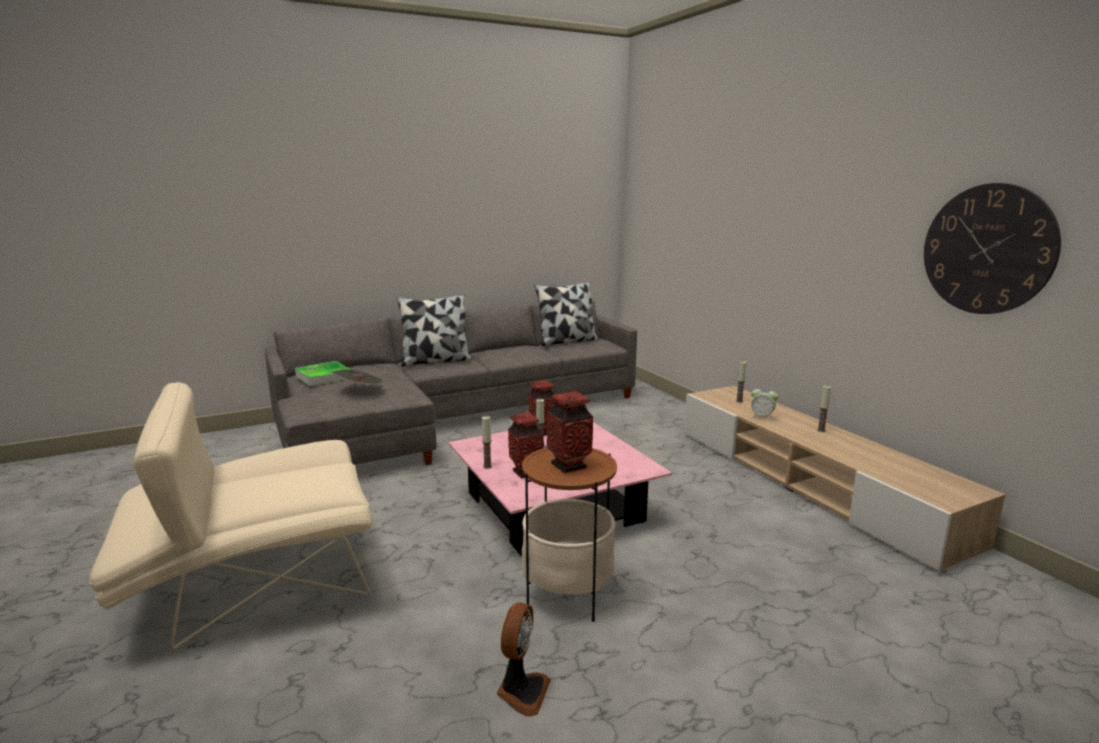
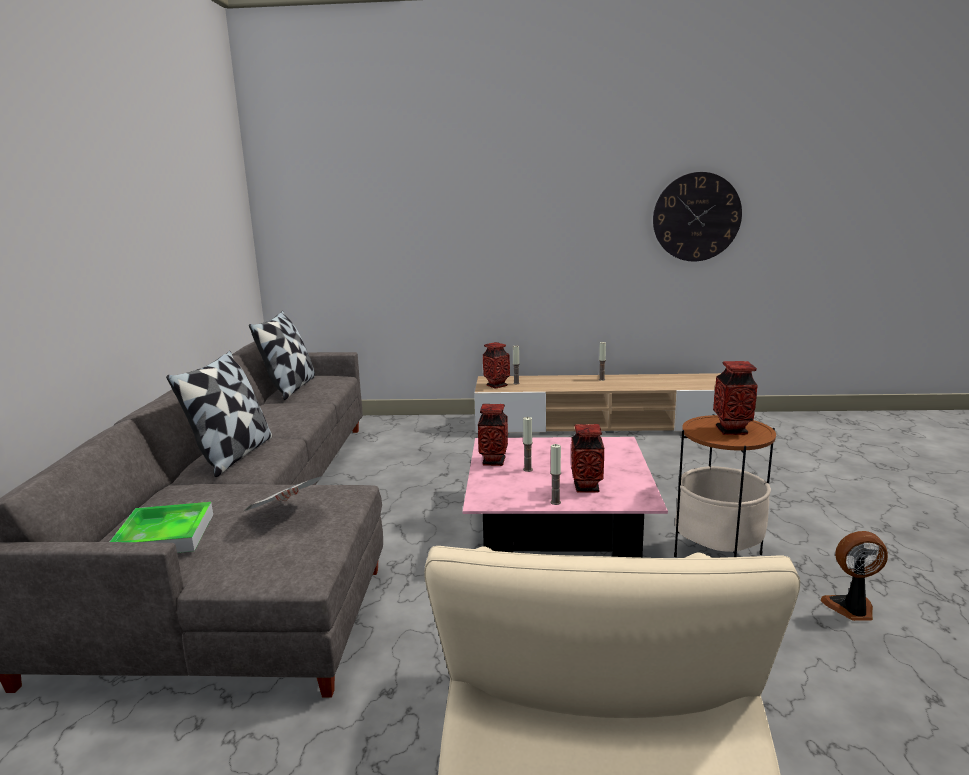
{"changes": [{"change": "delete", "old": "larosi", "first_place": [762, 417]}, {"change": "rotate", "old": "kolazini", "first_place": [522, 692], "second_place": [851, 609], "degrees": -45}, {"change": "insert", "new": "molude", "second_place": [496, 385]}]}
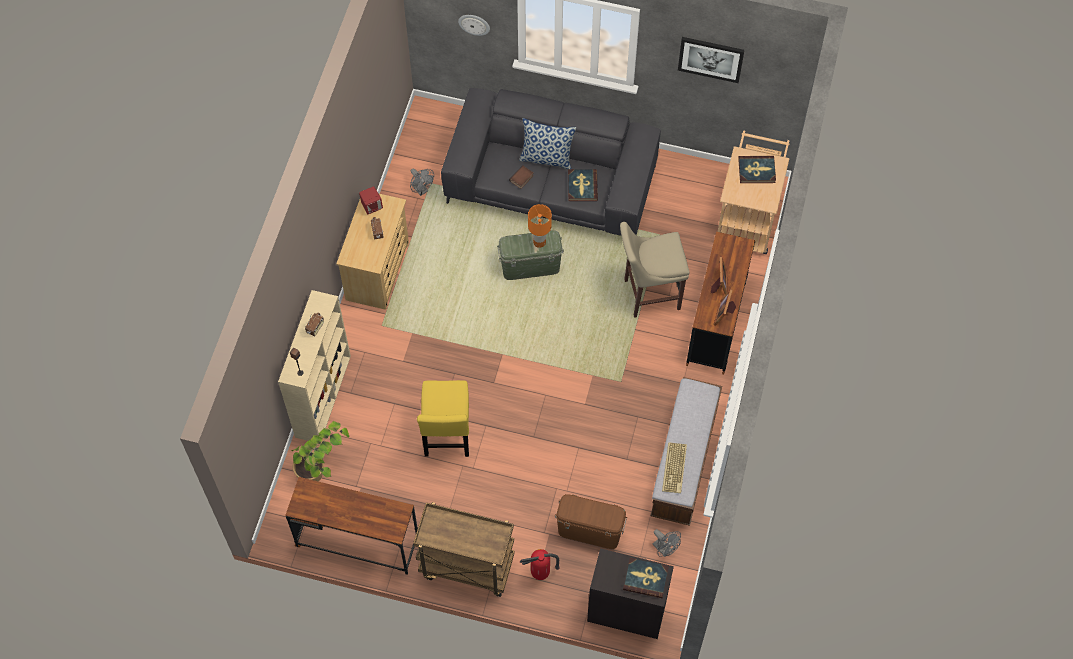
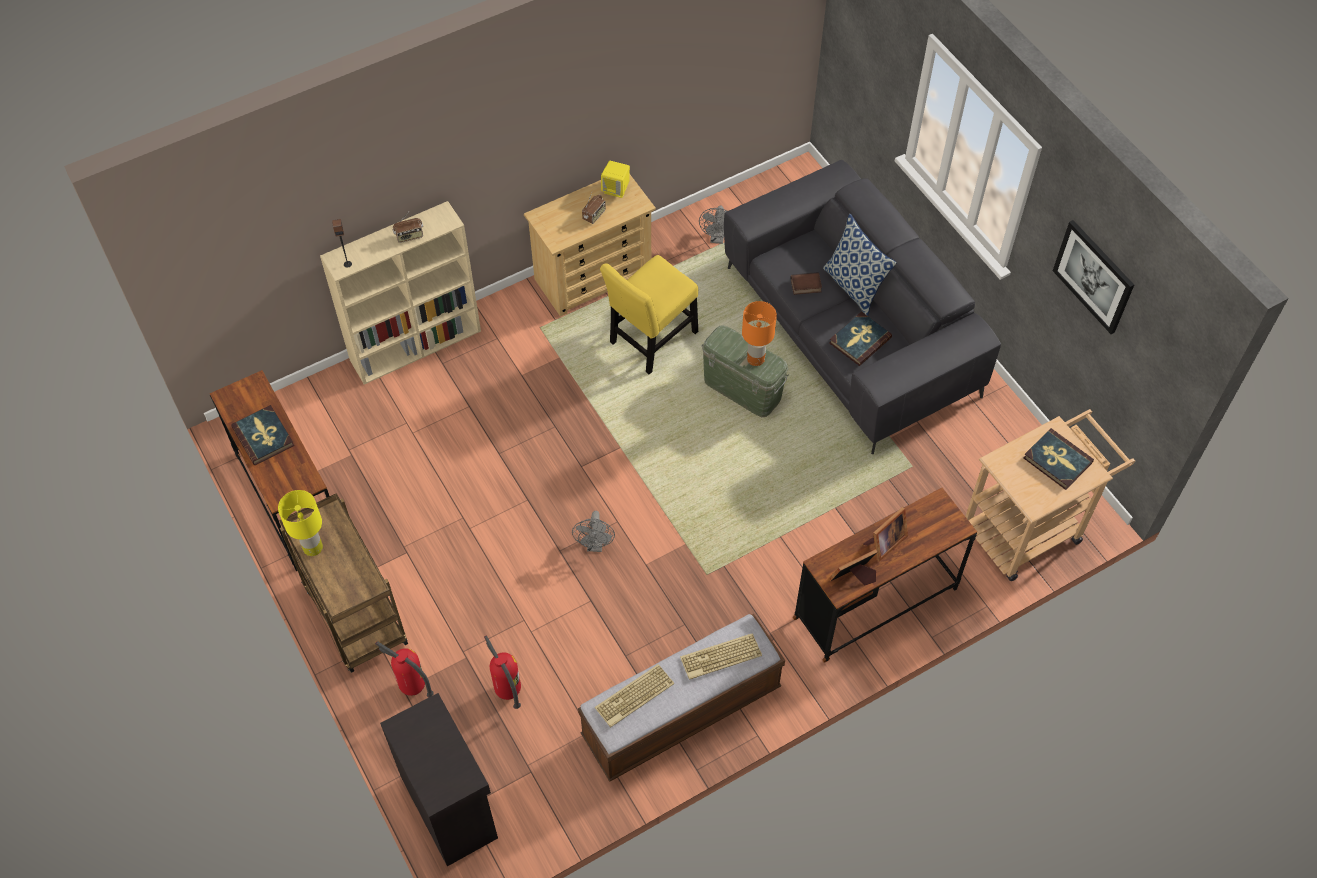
{"changes": [{"change": "delete", "old": "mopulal", "first_place": [474, 24]}, {"change": "recolor", "old": "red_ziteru", "new": "yellow_ziteru", "first_place": [372, 206], "second_place": [616, 189]}, {"change": "delete", "old": "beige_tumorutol", "first_place": [648, 294]}, {"change": "move", "old": "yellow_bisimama", "first_place": [447, 434], "second_place": [651, 341]}, {"change": "delete", "old": "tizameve", "first_place": [322, 468]}, {"change": "replace", "old": "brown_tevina", "new": "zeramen", "first_place": [589, 531], "second_place": [507, 691]}, {"change": "move", "old": "grey_kolazini", "first_place": [665, 549], "second_place": [595, 545]}, {"change": "move", "old": "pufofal", "first_place": [645, 578], "second_place": [263, 436]}, {"change": "insert", "new": "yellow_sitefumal", "second_place": [312, 547]}, {"change": "insert", "new": "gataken", "second_place": [720, 658]}]}
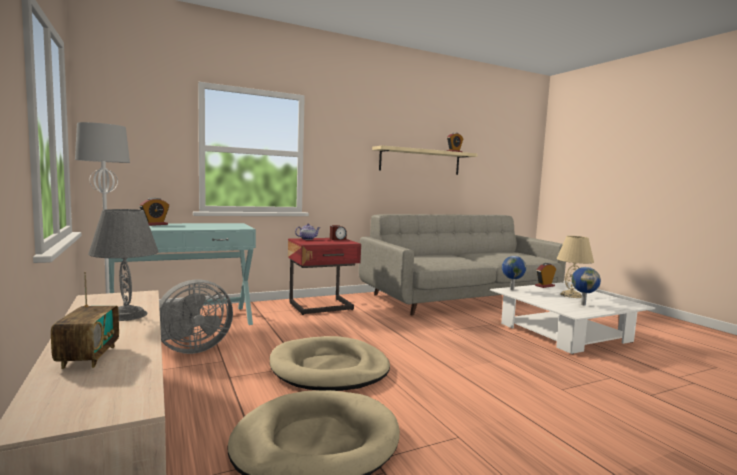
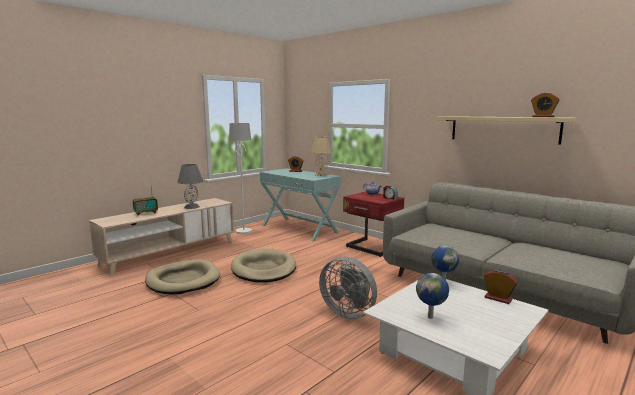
{"changes": [{"change": "move", "old": "beige_sitefumal", "first_place": [571, 295], "second_place": [321, 174]}, {"change": "move", "old": "grey_kolazini", "first_place": [190, 349], "second_place": [349, 312]}]}
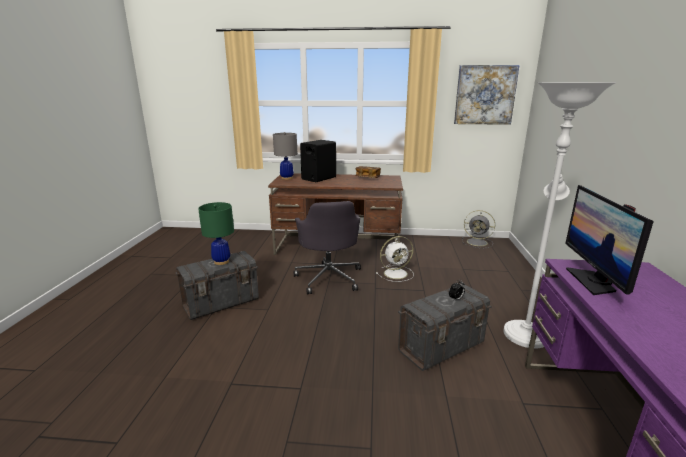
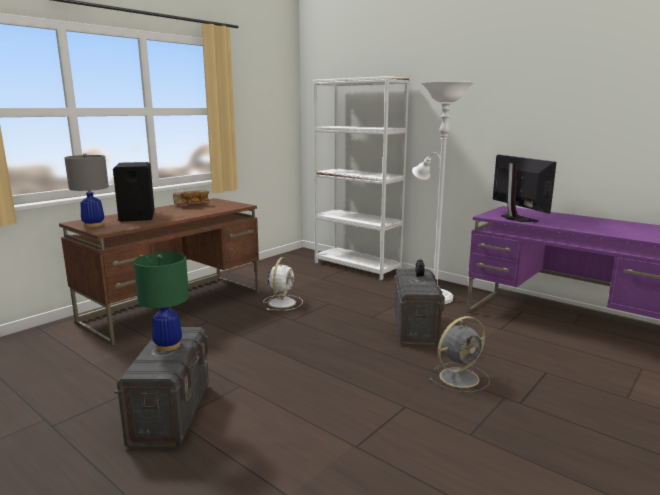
{"changes": [{"change": "delete", "old": "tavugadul", "first_place": [485, 95]}, {"change": "rotate", "old": "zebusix", "first_place": [593, 281], "second_place": [516, 218], "degrees": -150}, {"change": "delete", "old": "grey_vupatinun", "first_place": [329, 277]}, {"change": "move", "old": "grey_kolazini", "first_place": [478, 242], "second_place": [460, 377]}, {"change": "insert", "new": "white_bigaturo", "second_place": [357, 267]}]}
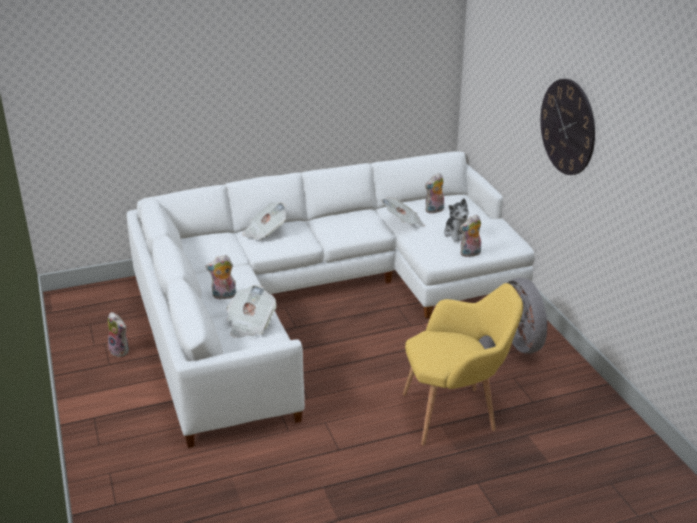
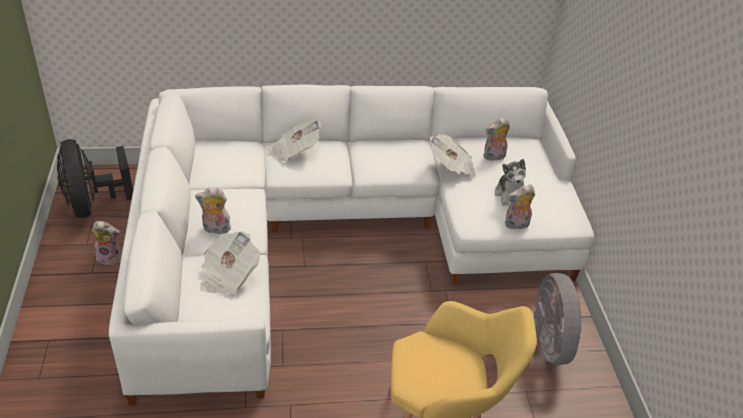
{"changes": [{"change": "delete", "old": "mopulal", "first_place": [567, 127]}, {"change": "rotate", "old": "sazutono", "first_place": [121, 350], "second_place": [110, 257], "degrees": -45}, {"change": "insert", "new": "black_kolazini", "second_place": [93, 204]}]}
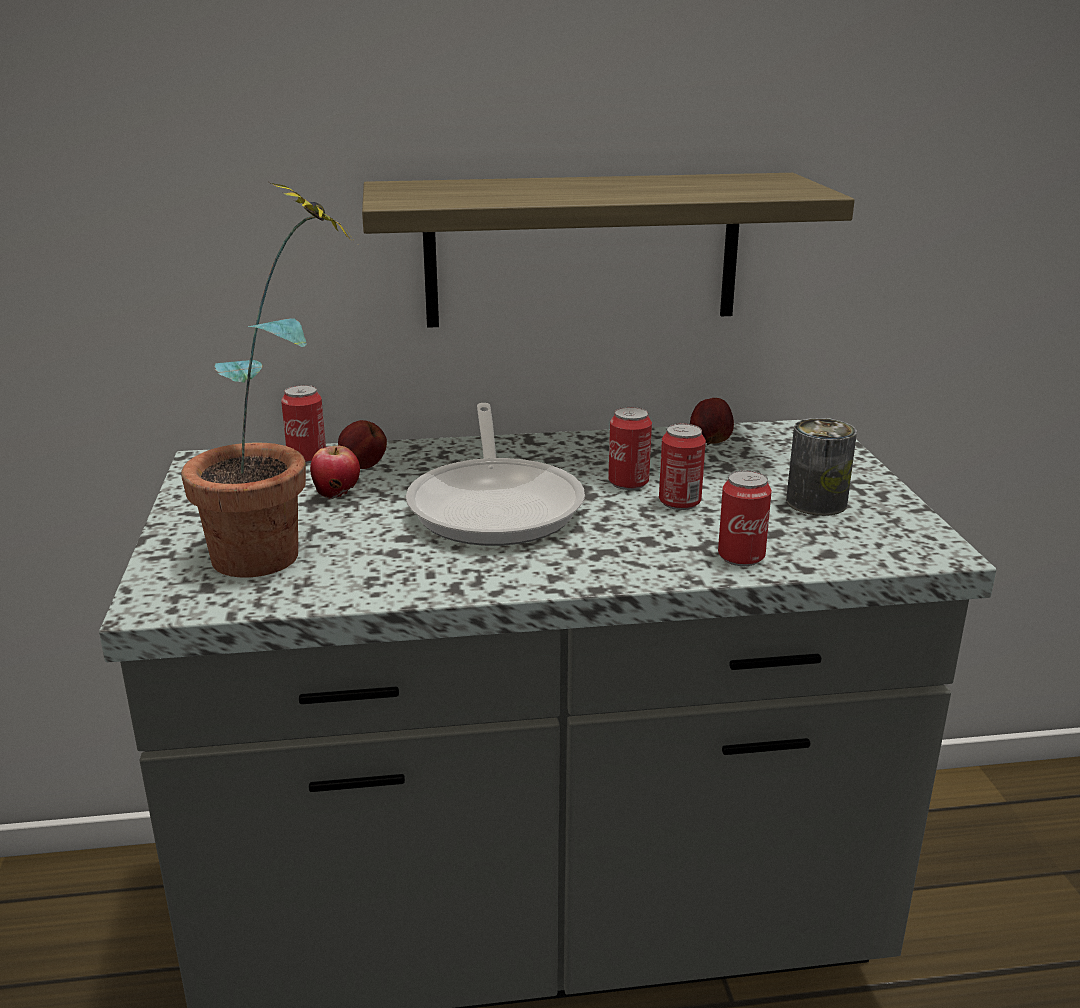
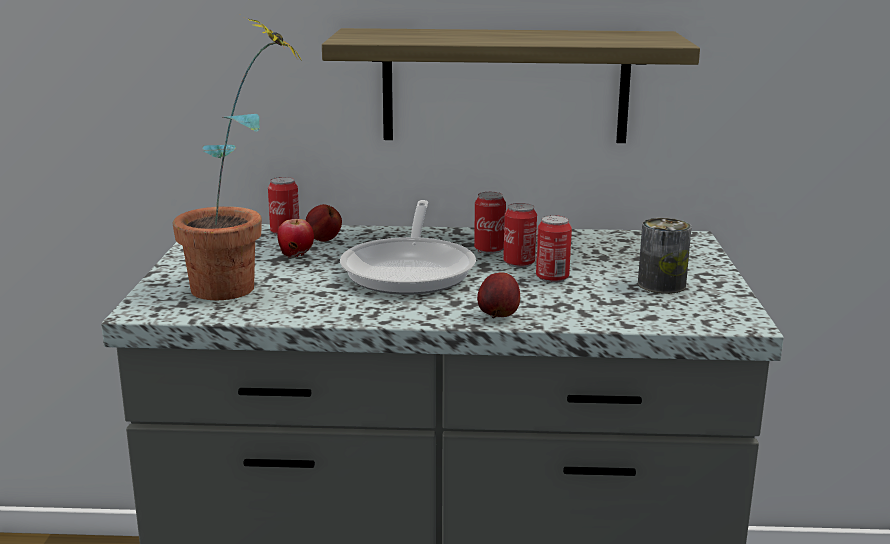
{"changes": [{"change": "move", "old": "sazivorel", "first_place": [710, 443], "second_place": [498, 316]}, {"change": "move", "old": "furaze", "first_place": [741, 557], "second_place": [489, 249]}]}
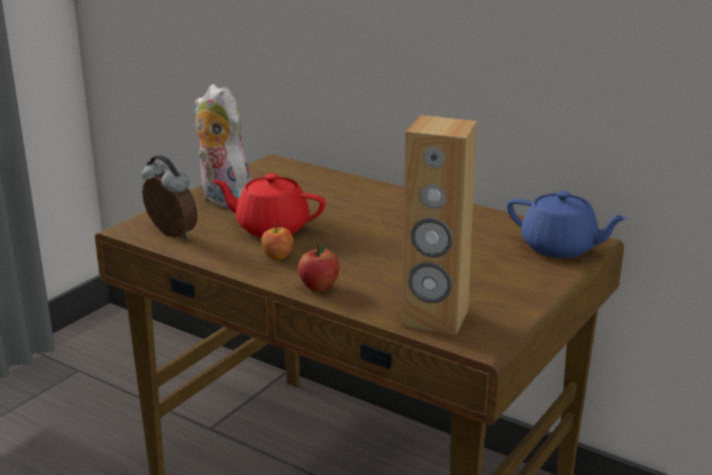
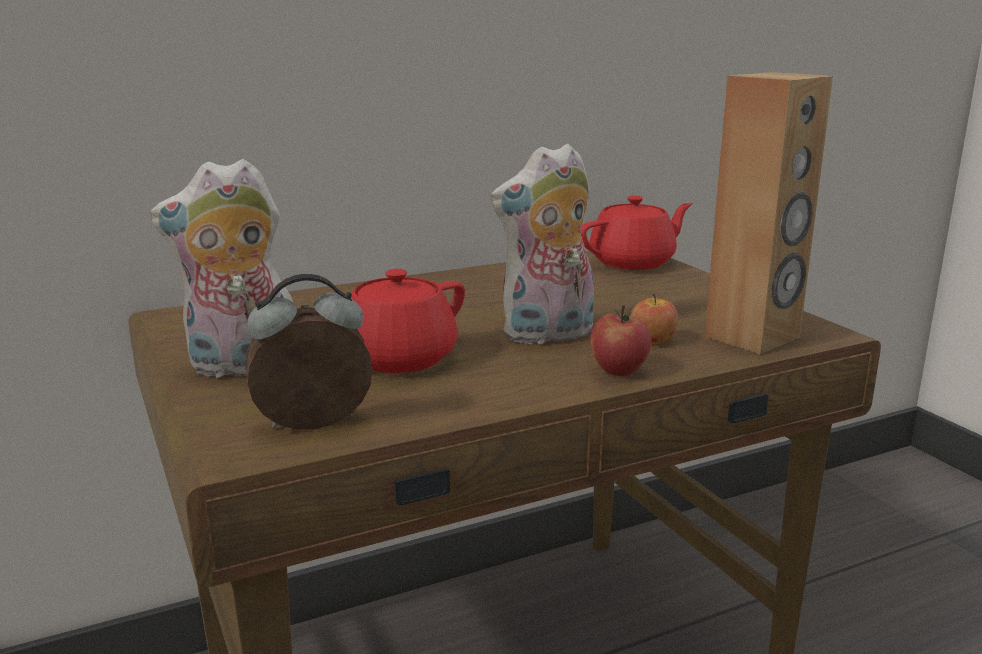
{"changes": [{"change": "recolor", "old": "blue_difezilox", "new": "red_difezilox", "first_place": [560, 248], "second_place": [634, 262]}, {"change": "move", "old": "sazivorel", "first_place": [278, 256], "second_place": [652, 340]}, {"change": "insert", "new": "sazutono", "second_place": [547, 335]}]}
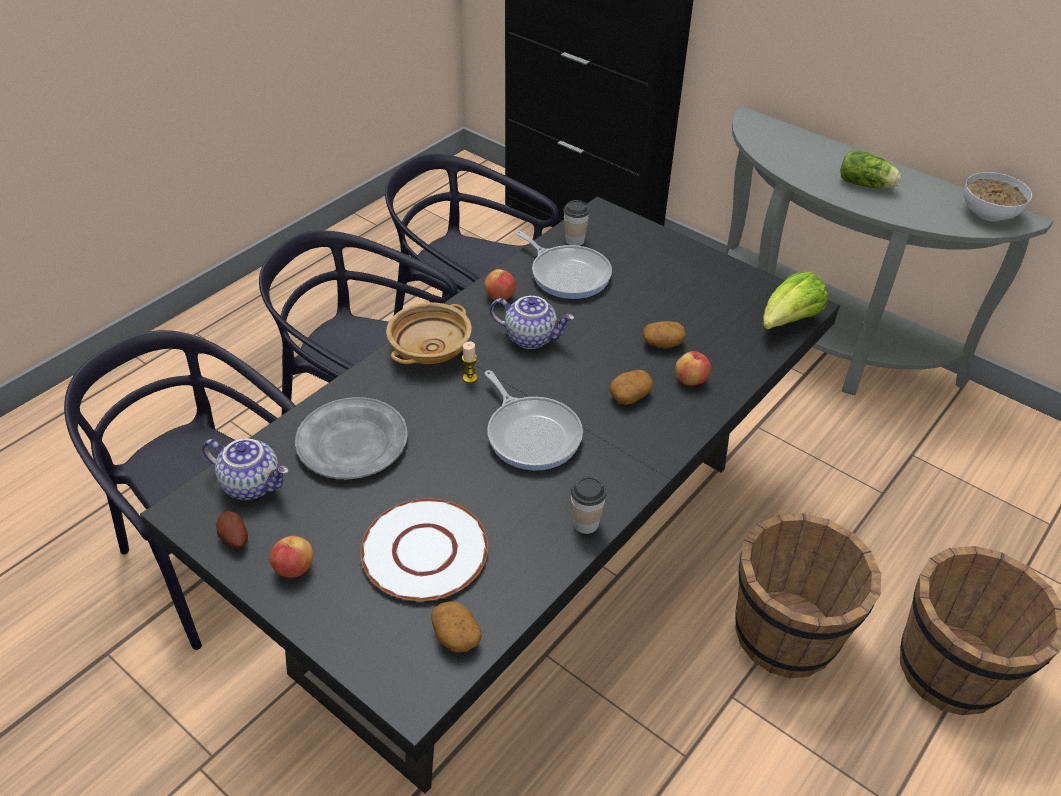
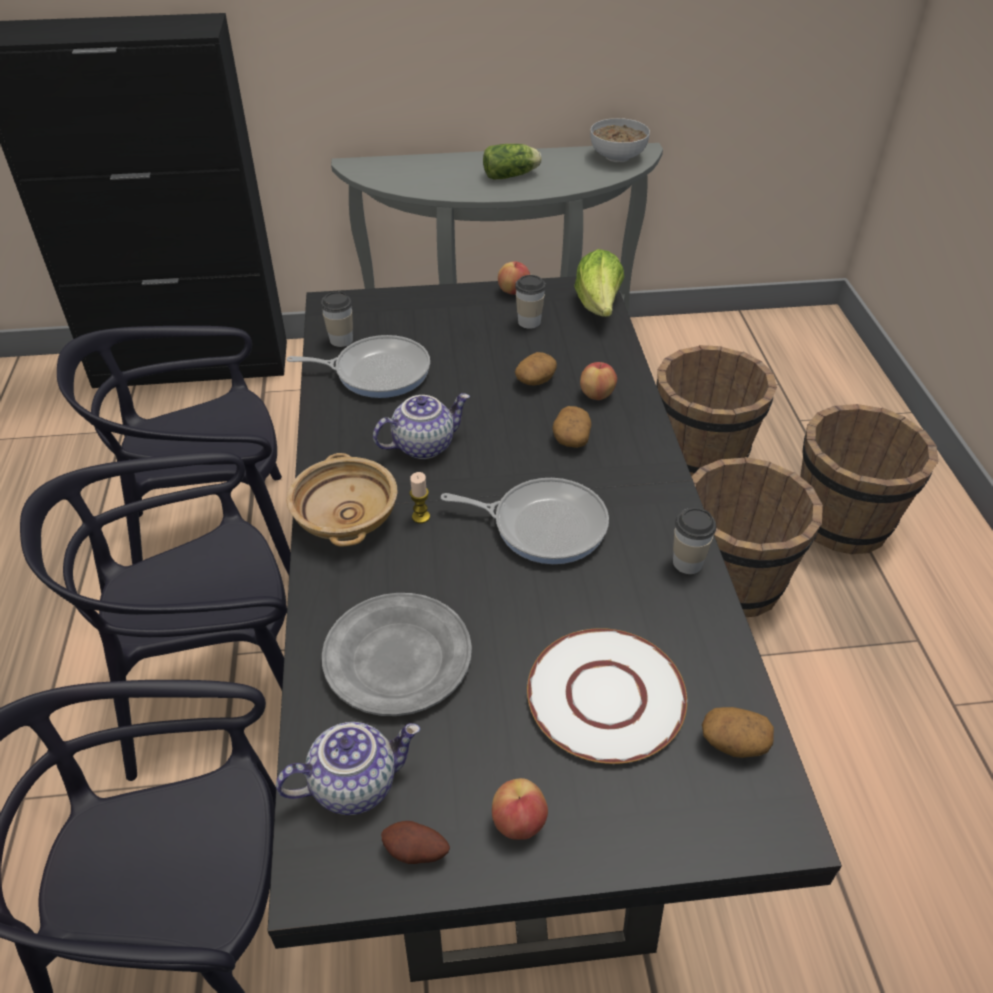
{"changes": [{"change": "move", "old": "sazivorel", "first_place": [500, 297], "second_place": [514, 291]}, {"change": "insert", "new": "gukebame", "second_place": [529, 322]}, {"change": "insert", "new": "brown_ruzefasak", "second_place": [700, 455]}]}
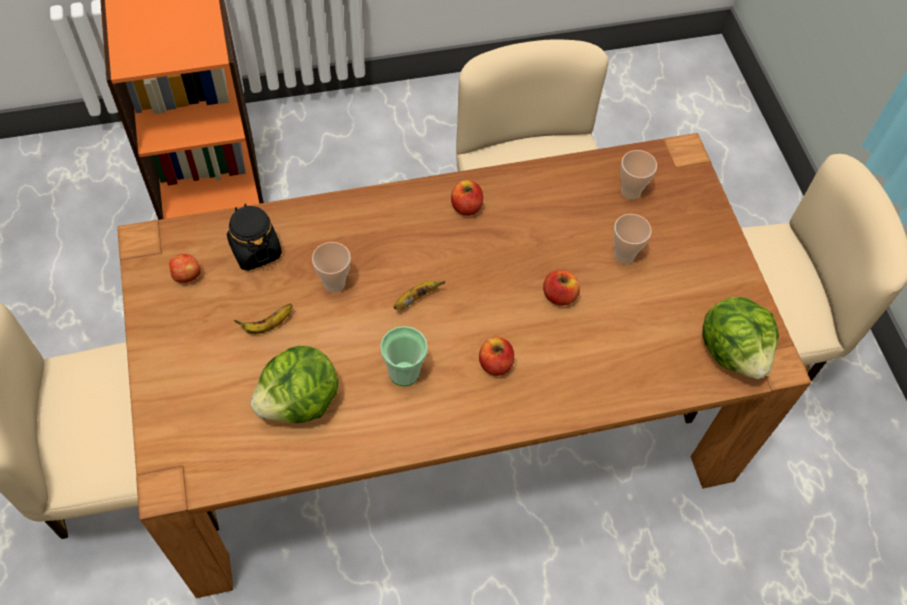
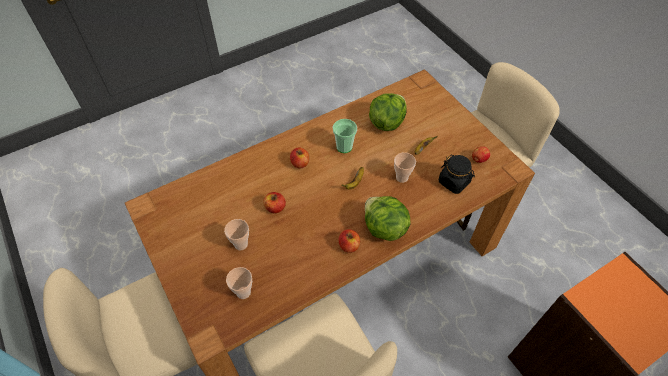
{"changes": [{"change": "move", "old": "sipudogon", "first_place": [733, 351], "second_place": [384, 228]}]}
